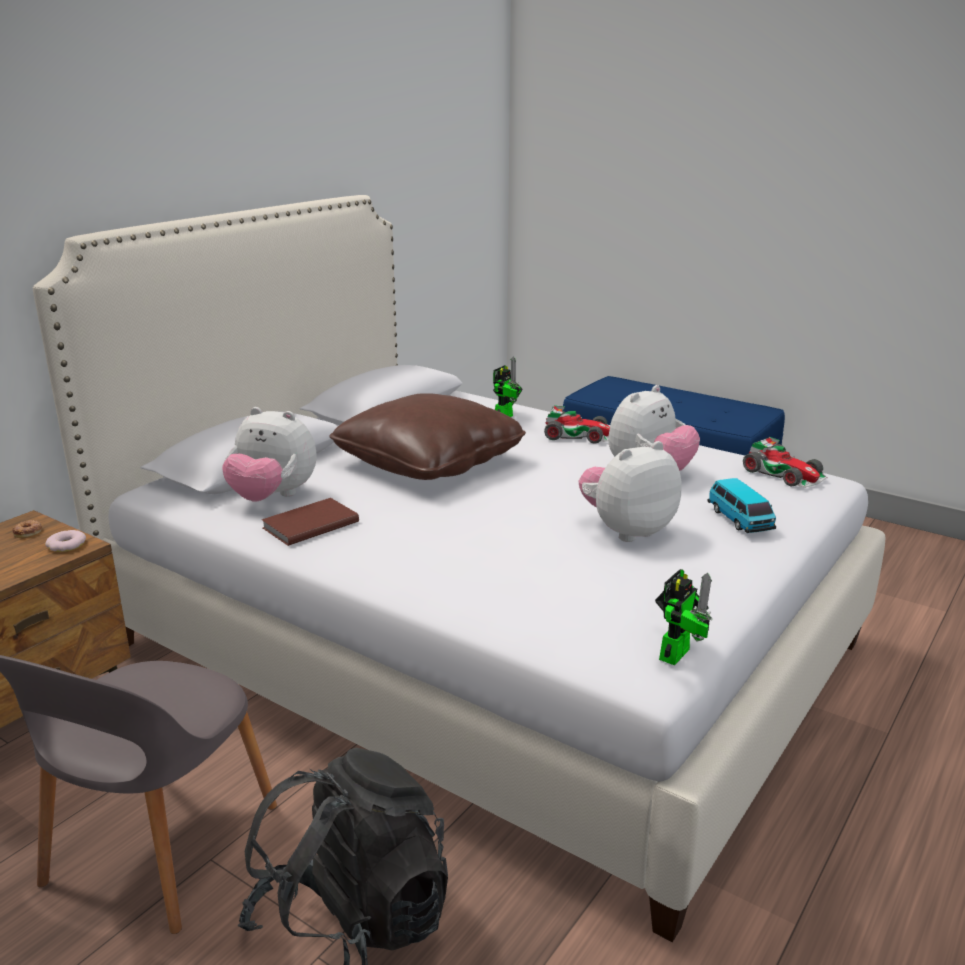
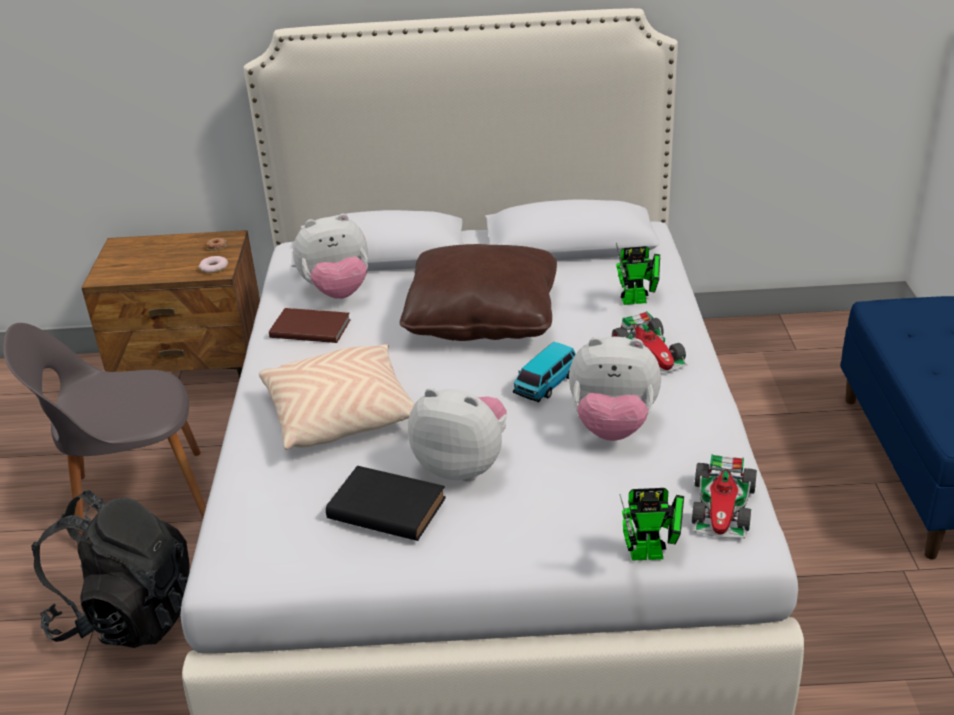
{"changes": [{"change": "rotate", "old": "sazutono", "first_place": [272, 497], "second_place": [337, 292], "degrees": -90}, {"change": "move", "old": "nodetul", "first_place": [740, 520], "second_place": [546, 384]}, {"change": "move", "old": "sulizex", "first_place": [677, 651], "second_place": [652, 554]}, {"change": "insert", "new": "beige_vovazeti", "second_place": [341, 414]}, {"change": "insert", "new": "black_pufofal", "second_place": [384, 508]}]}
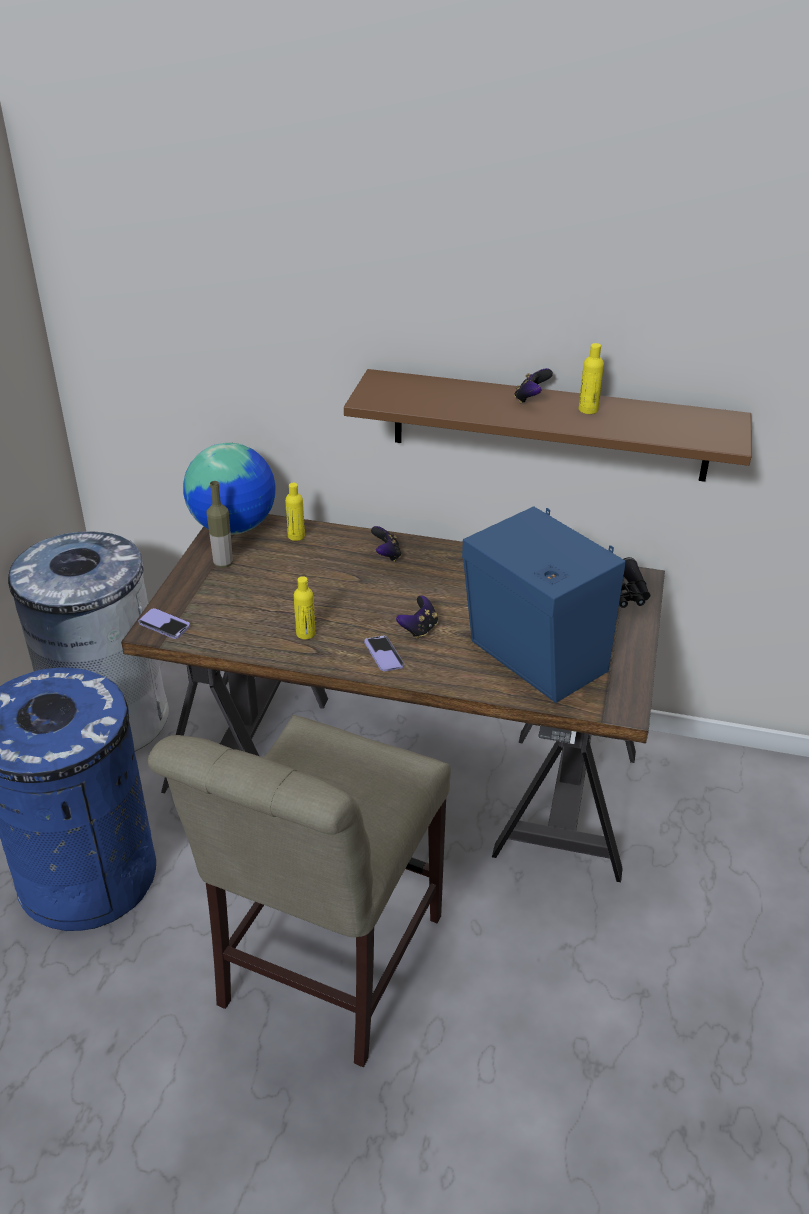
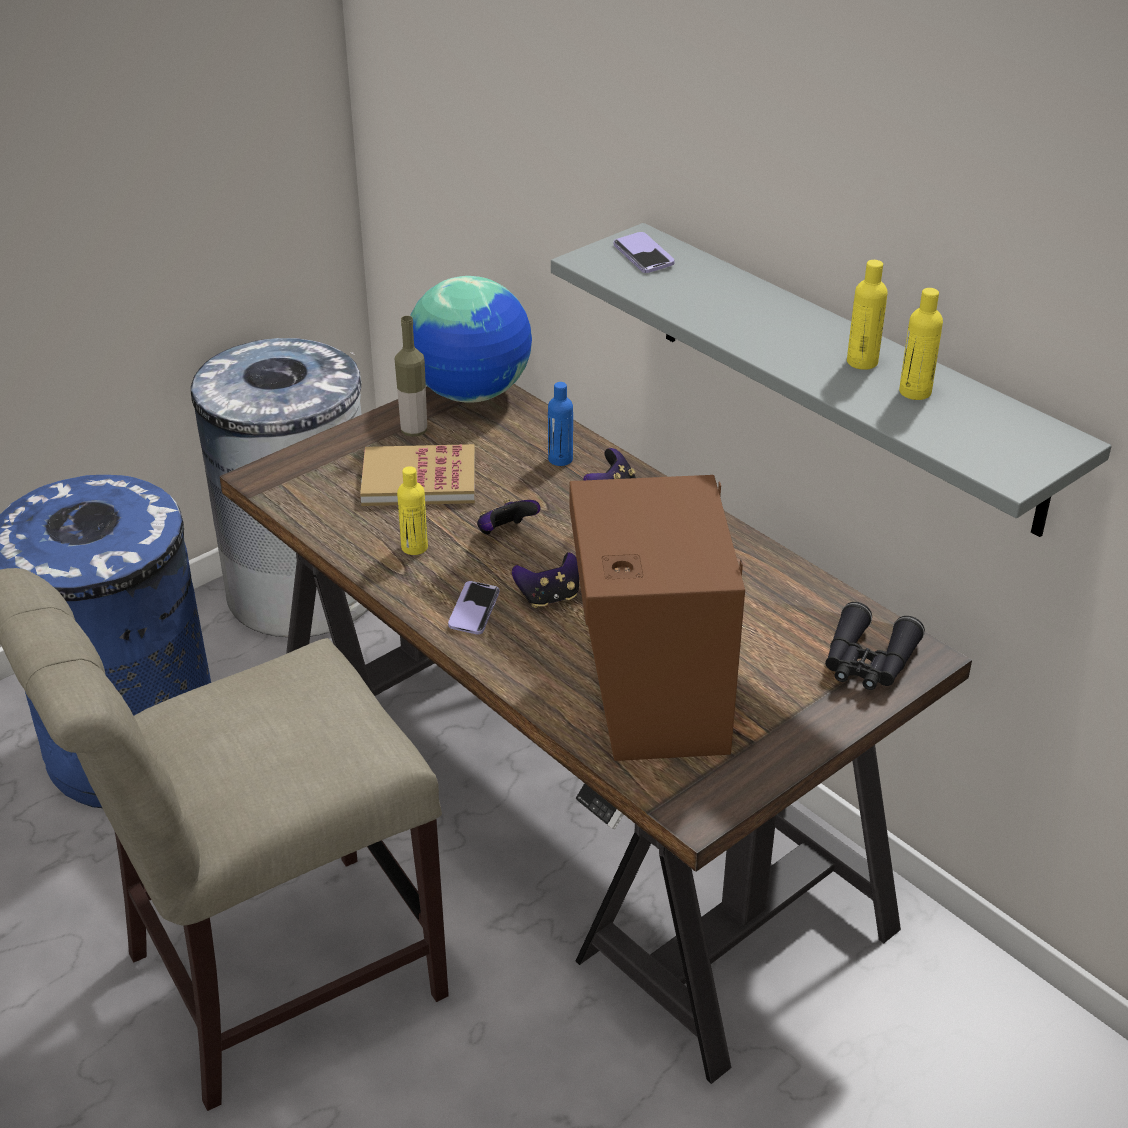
{"changes": [{"change": "move", "old": "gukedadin", "first_place": [531, 399], "second_place": [505, 533]}, {"change": "recolor", "old": "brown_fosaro", "new": "grey_fosaro", "first_place": [549, 425], "second_place": [845, 375]}, {"change": "move", "old": "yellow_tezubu", "first_place": [296, 536], "second_place": [915, 392]}, {"change": "recolor", "old": "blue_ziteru", "new": "brown_ziteru", "first_place": [535, 660], "second_place": [650, 697]}, {"change": "move", "old": "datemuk", "first_place": [164, 625], "second_place": [643, 255]}, {"change": "insert", "new": "blue_tezubu", "second_place": [560, 459]}, {"change": "insert", "new": "pufofal", "second_place": [419, 480]}]}
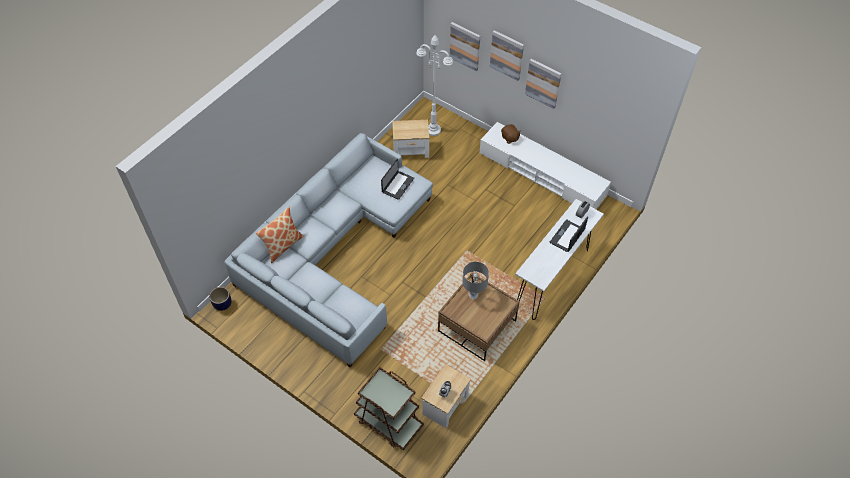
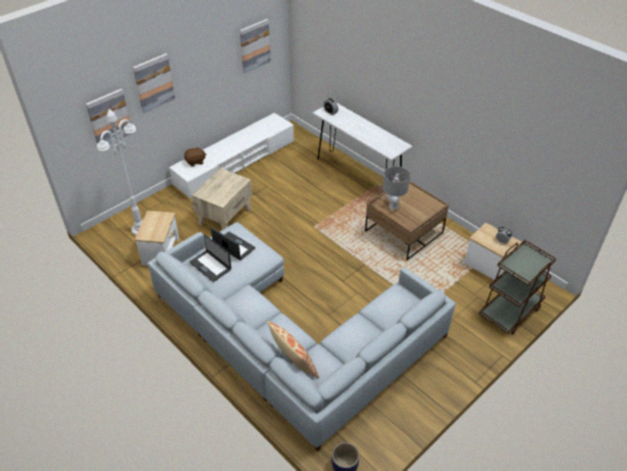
{"changes": [{"change": "move", "old": "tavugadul", "first_place": [543, 83], "second_place": [254, 45]}, {"change": "move", "old": "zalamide", "first_place": [567, 236], "second_place": [210, 265]}, {"change": "insert", "new": "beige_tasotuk", "second_place": [225, 216]}]}
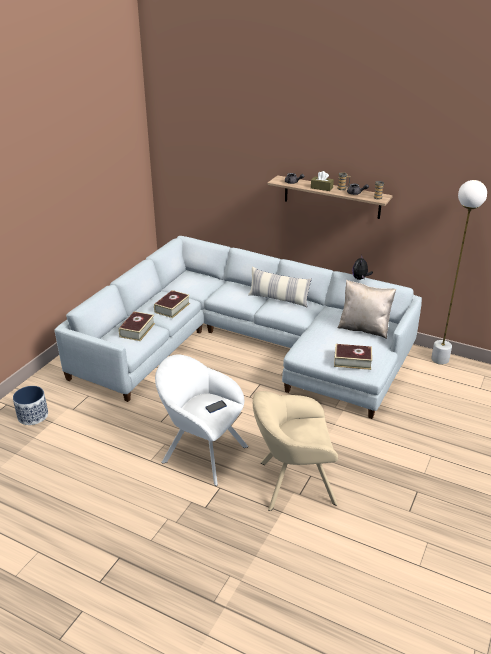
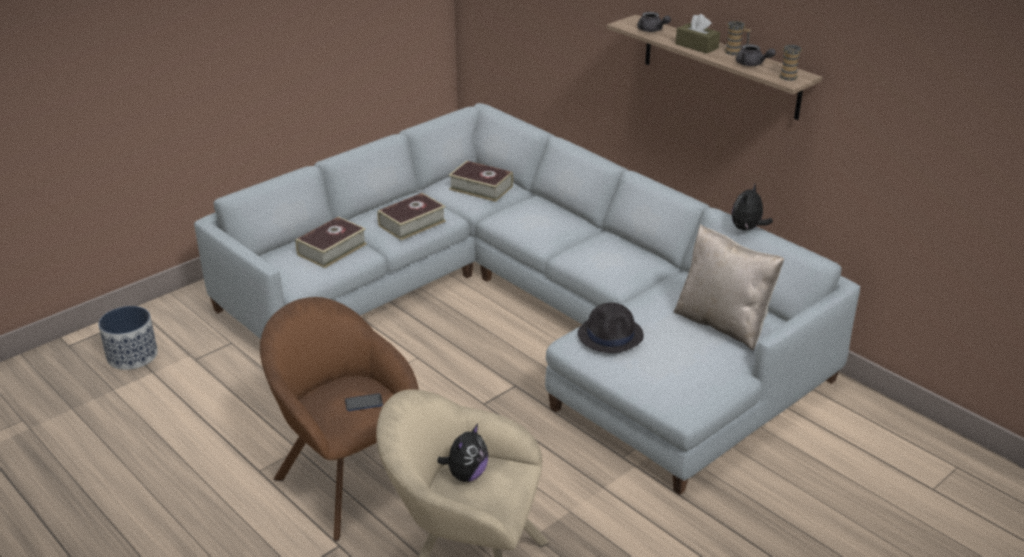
{"changes": [{"change": "delete", "old": "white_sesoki", "first_place": [440, 359]}, {"change": "delete", "old": "vovazeti", "first_place": [278, 299]}, {"change": "move", "old": "pufofal", "first_place": [352, 361], "second_place": [481, 188]}, {"change": "recolor", "old": "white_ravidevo", "new": "brown_ravidevo", "first_place": [201, 452], "second_place": [346, 478]}, {"change": "insert", "new": "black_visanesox", "second_place": [611, 335]}, {"change": "insert", "new": "sazutono", "second_place": [466, 475]}]}
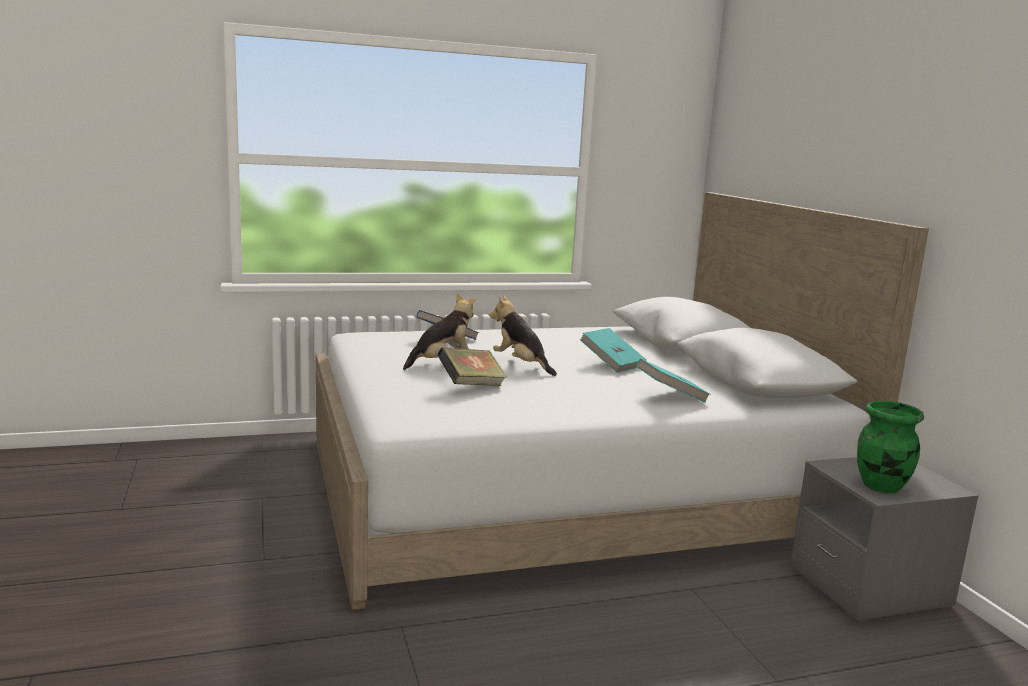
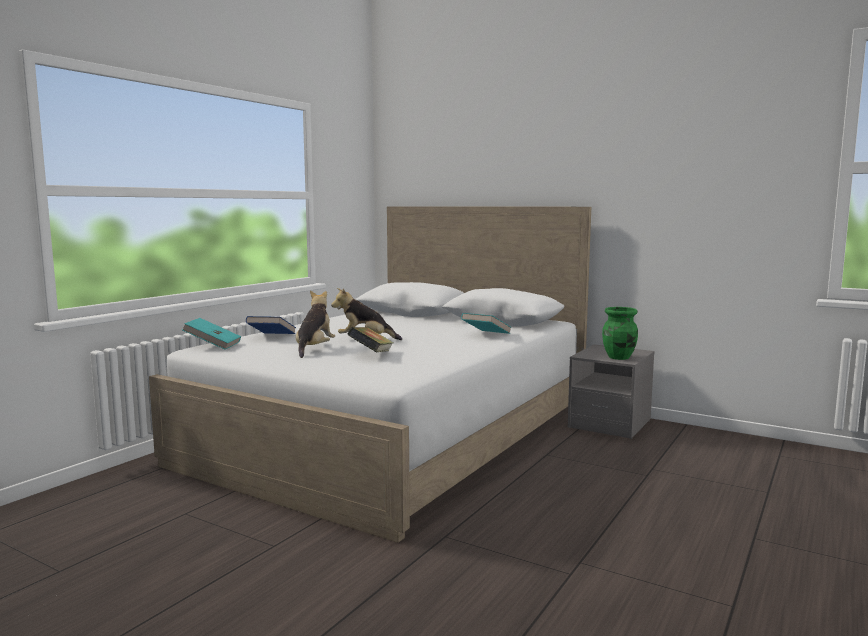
{"changes": [{"change": "move", "old": "turquoise_pufofal", "first_place": [612, 364], "second_place": [213, 345]}]}
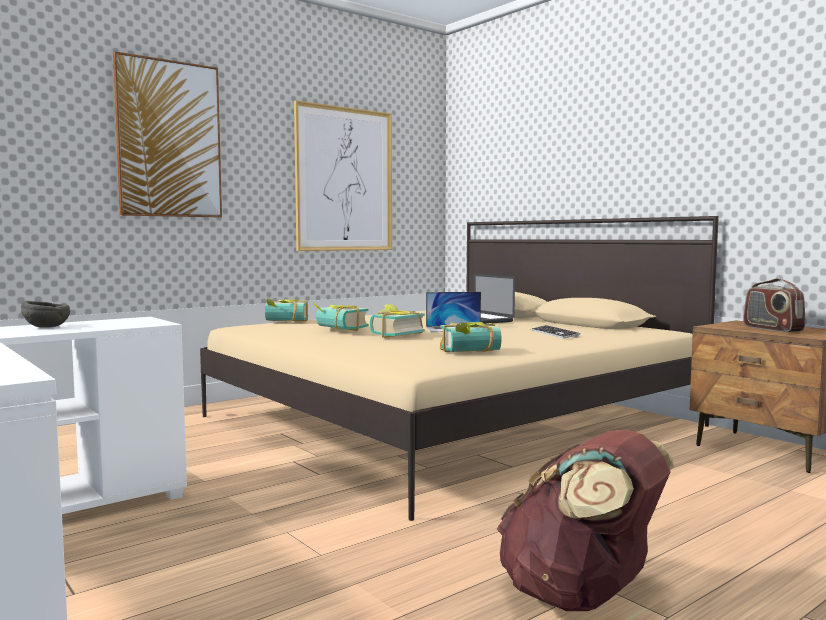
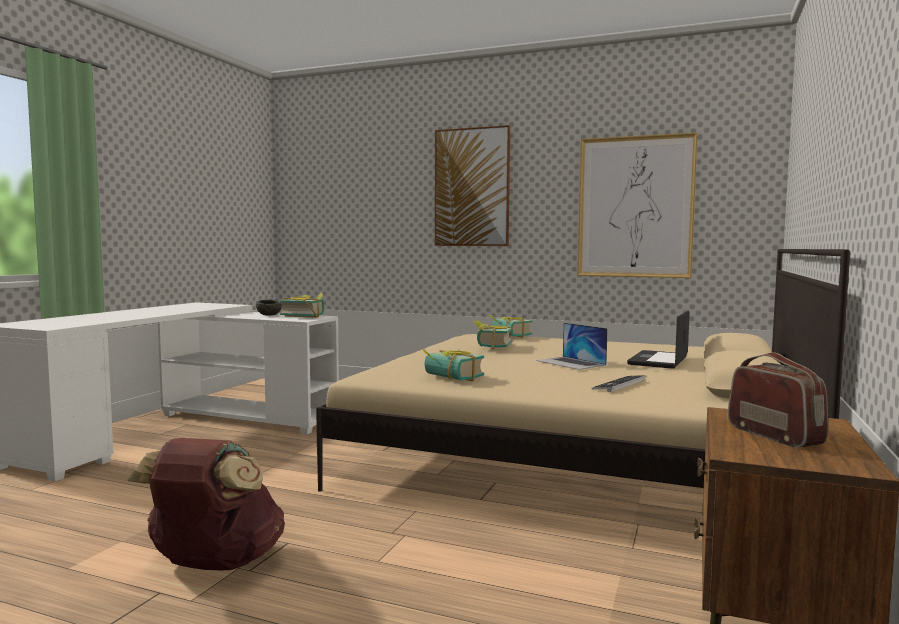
{"changes": [{"change": "rotate", "old": "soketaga", "first_place": [772, 329], "second_place": [774, 435], "degrees": 120}, {"change": "move", "old": "pufofal", "first_place": [393, 334], "second_place": [304, 316]}]}
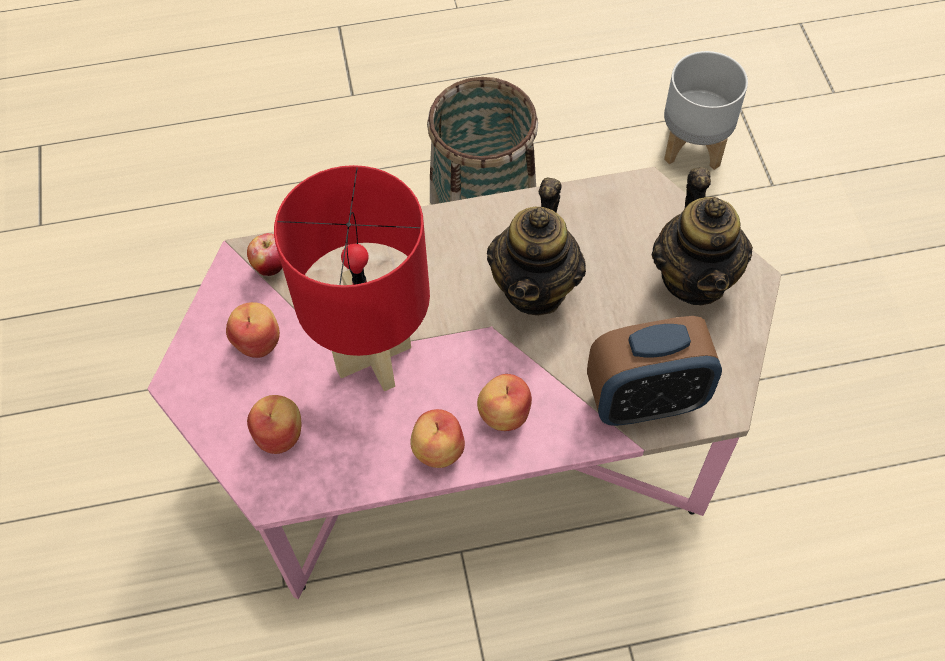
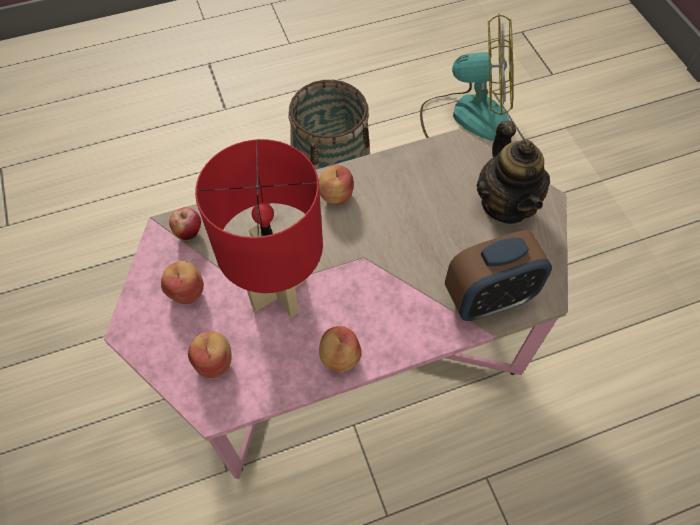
{"changes": [{"change": "replace", "old": "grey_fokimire", "new": "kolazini", "first_place": [693, 144], "second_place": [466, 118]}, {"change": "delete", "old": "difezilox", "first_place": [535, 287]}, {"change": "move", "old": "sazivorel", "first_place": [504, 413], "second_place": [335, 195]}]}
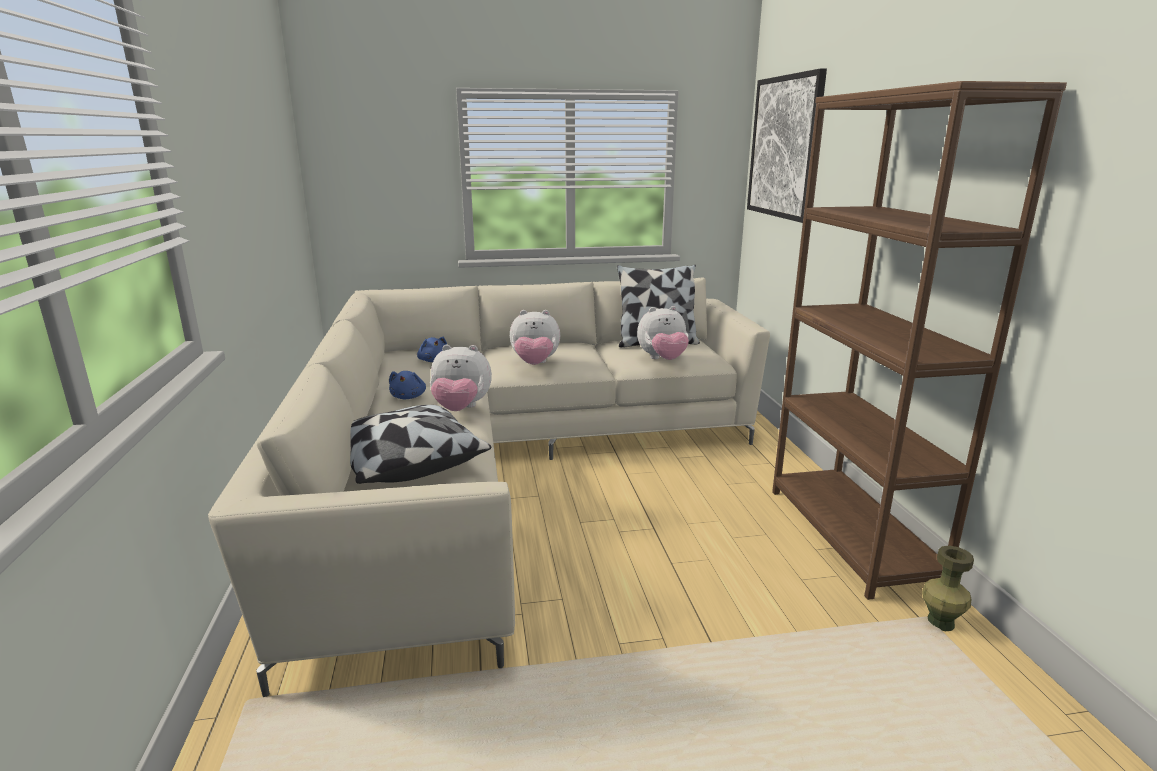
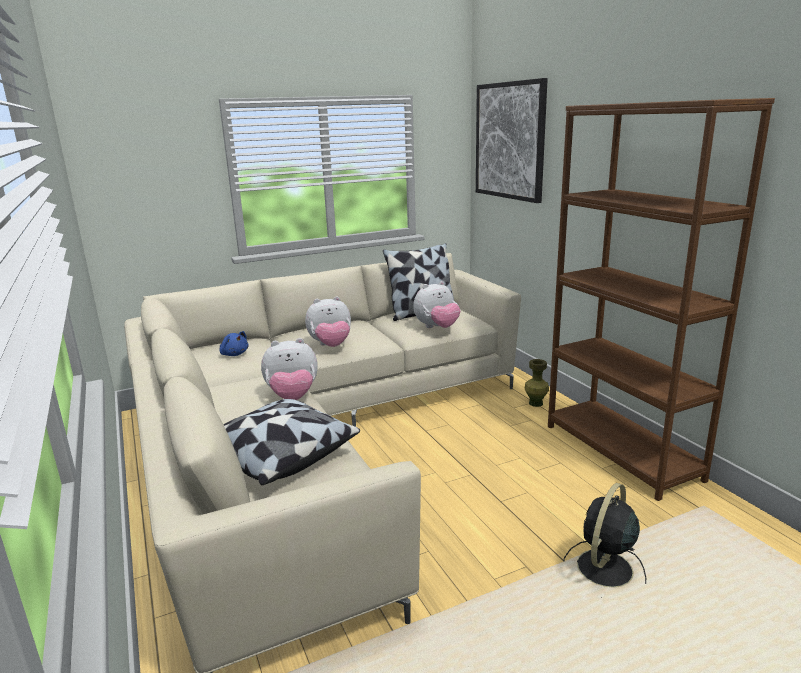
{"changes": [{"change": "delete", "old": "blue_sazutono", "first_place": [409, 397]}, {"change": "move", "old": "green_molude", "first_place": [940, 623], "second_place": [536, 403]}, {"change": "insert", "new": "black_kolazini", "second_place": [603, 570]}]}
